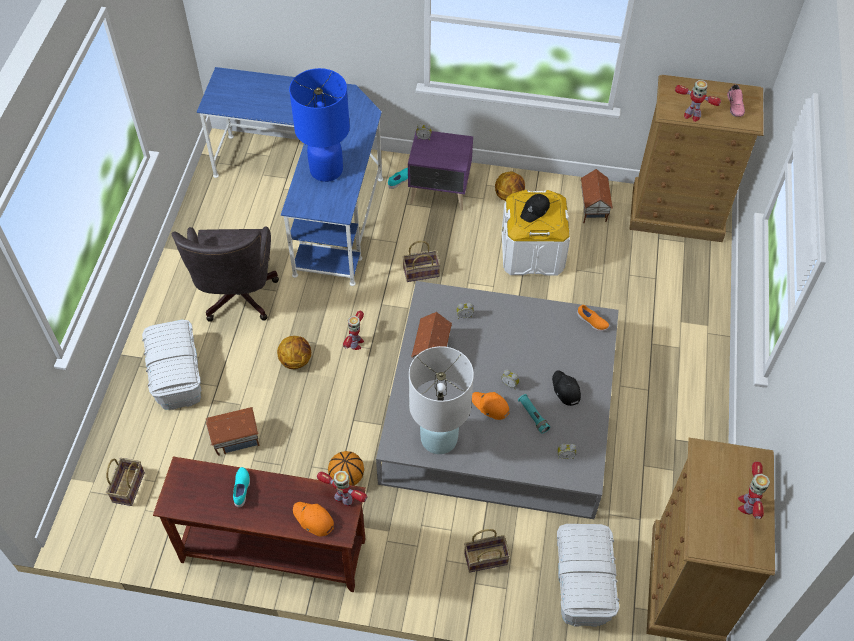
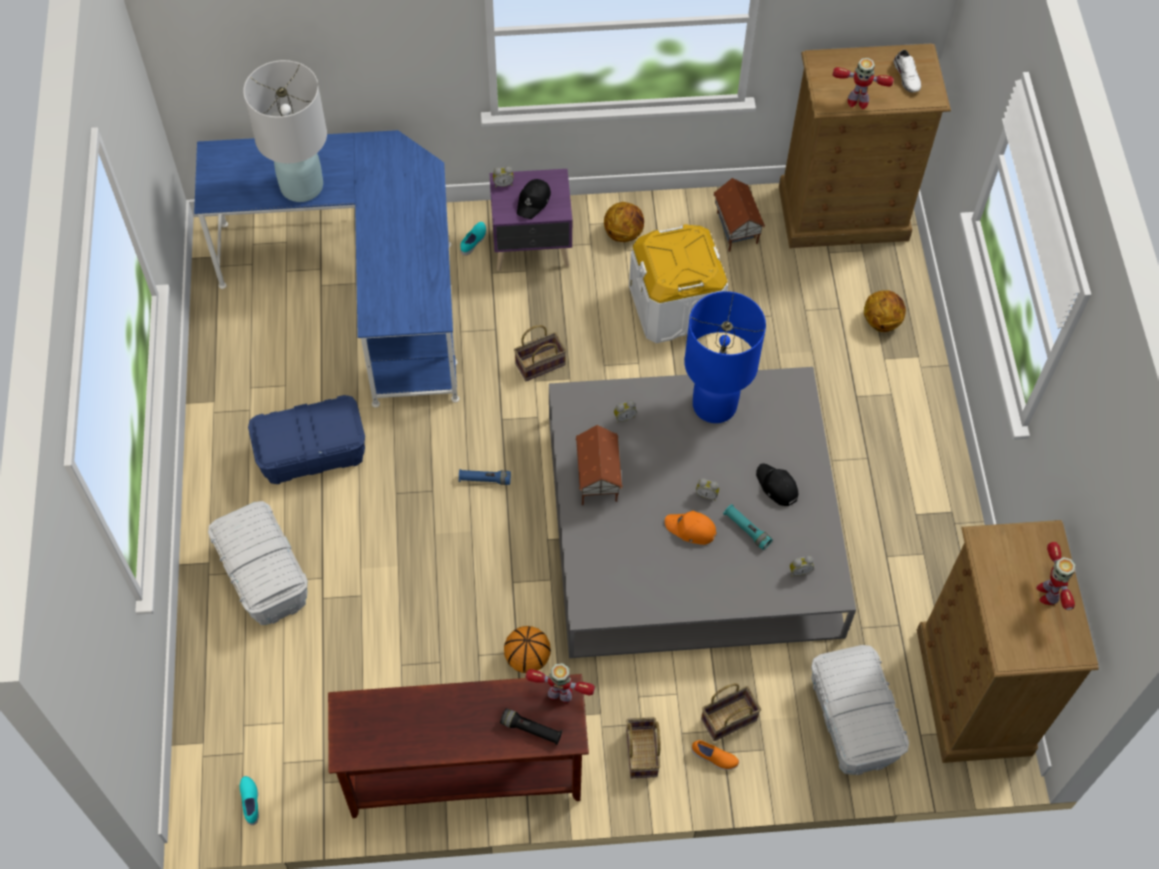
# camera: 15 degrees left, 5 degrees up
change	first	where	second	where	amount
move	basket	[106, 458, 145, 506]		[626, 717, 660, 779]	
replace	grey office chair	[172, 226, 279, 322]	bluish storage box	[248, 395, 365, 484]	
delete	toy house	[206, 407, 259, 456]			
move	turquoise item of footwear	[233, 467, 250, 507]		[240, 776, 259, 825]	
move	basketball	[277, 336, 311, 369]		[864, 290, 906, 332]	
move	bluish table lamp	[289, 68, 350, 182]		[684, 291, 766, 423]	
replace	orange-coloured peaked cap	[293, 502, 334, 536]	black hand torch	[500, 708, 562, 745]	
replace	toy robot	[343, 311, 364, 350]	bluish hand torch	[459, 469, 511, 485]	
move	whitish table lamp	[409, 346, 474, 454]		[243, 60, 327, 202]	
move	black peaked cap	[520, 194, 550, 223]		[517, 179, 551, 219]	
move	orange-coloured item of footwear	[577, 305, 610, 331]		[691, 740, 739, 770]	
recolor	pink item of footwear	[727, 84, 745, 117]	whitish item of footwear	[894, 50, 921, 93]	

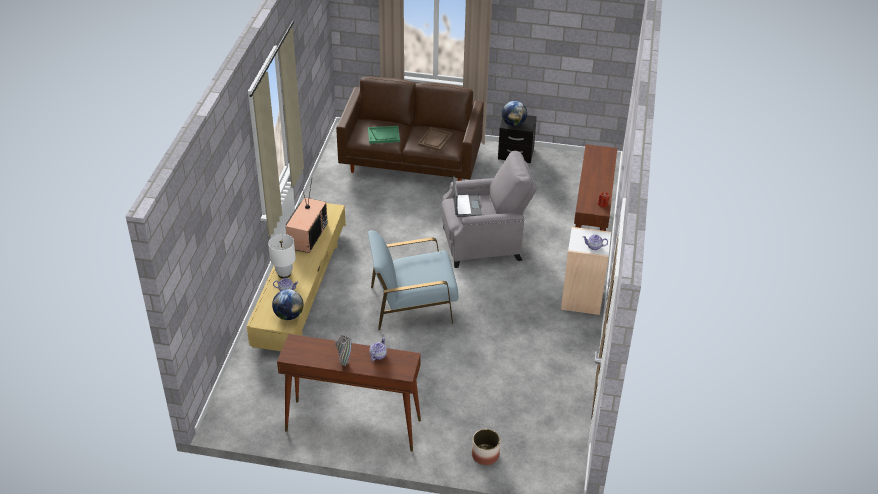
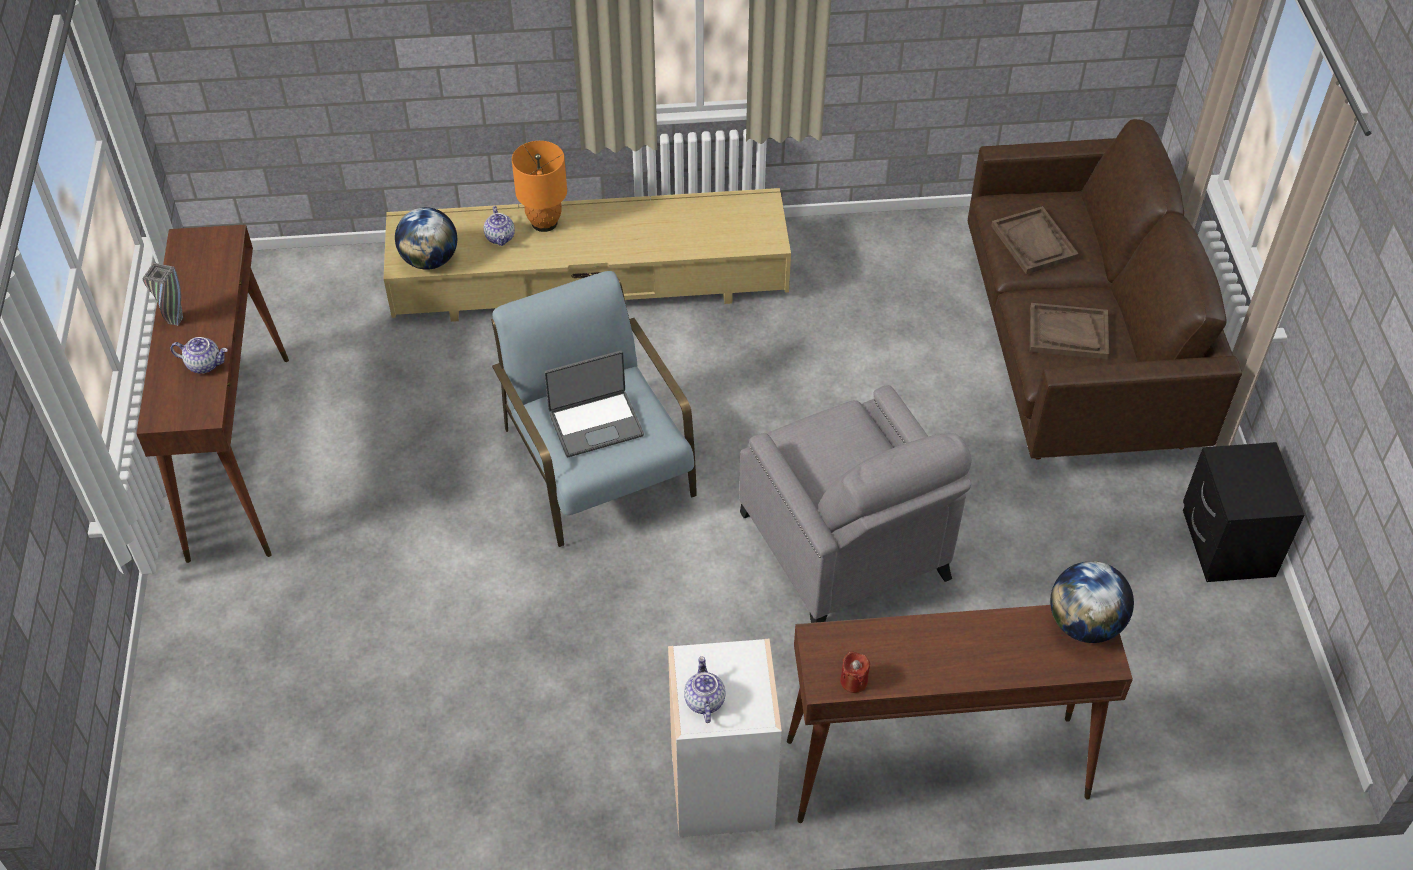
# camera: 75 degrees right, 10 degrees up
change	first	where	second	where	amount
recolor	whitish table lamp	[268, 234, 296, 278]	orange-coloured table lamp	[512, 141, 567, 232]	
delete	TV set	[286, 180, 328, 253]			
recolor	green-coloured serving tray	[368, 126, 400, 144]	brownish serving tray	[991, 206, 1079, 274]	
move	laptop	[453, 176, 482, 217]		[544, 350, 644, 457]	
delete	plant pot	[472, 429, 500, 465]			
move	desk globe	[502, 101, 527, 126]		[1050, 561, 1134, 643]	

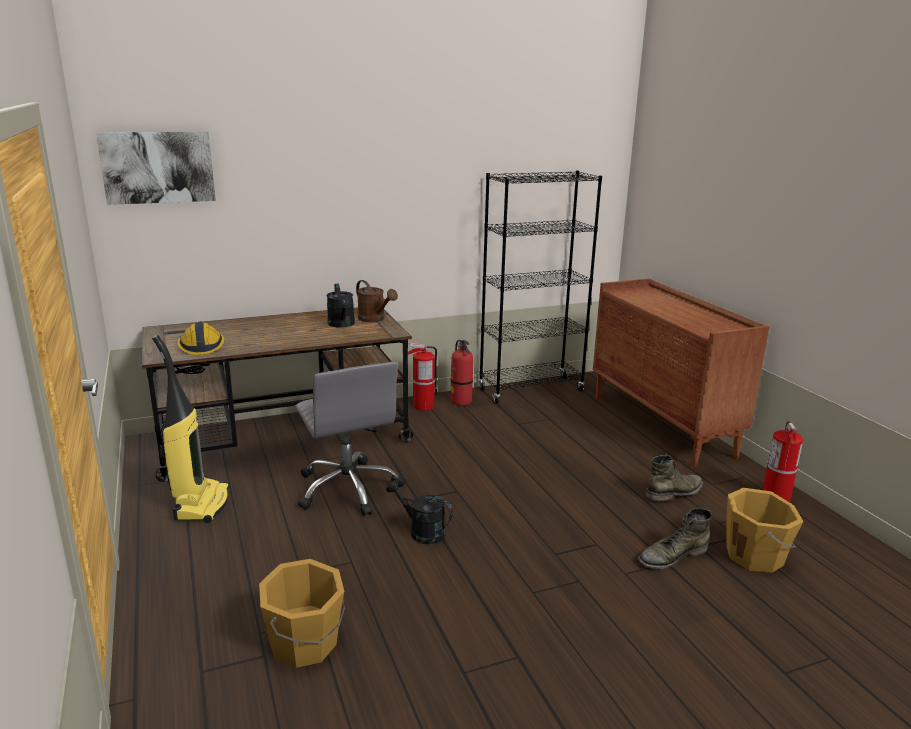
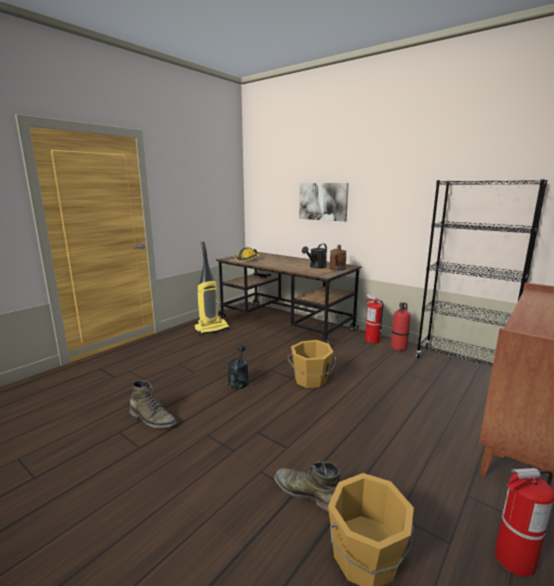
# camera: 60 degrees right, 5 degrees down
change	first	where	second	where	amount
move	wall art	[96, 132, 216, 205]		[299, 183, 349, 222]	
move	orange-coloured bucket	[259, 559, 345, 668]		[288, 340, 336, 388]	
delete	grey office chair	[296, 362, 405, 516]			
move	green-coloured tall boot	[646, 454, 703, 502]		[130, 380, 177, 428]	

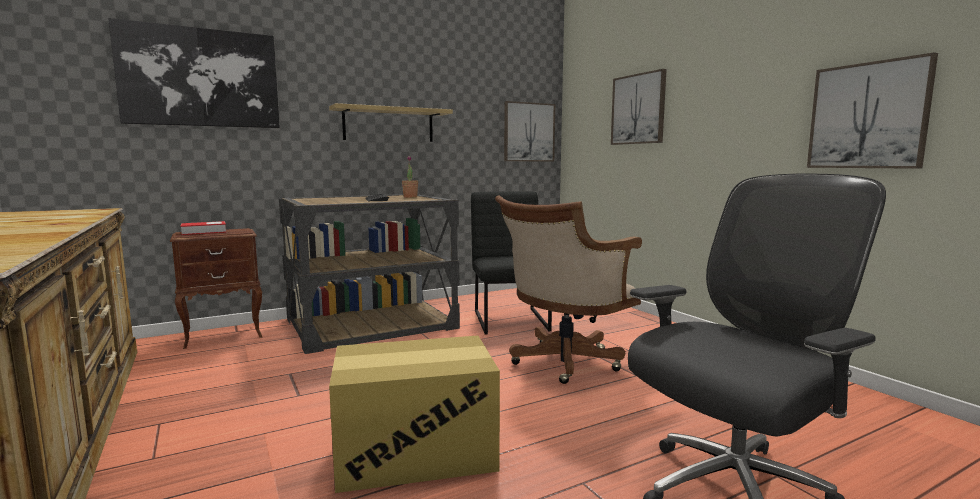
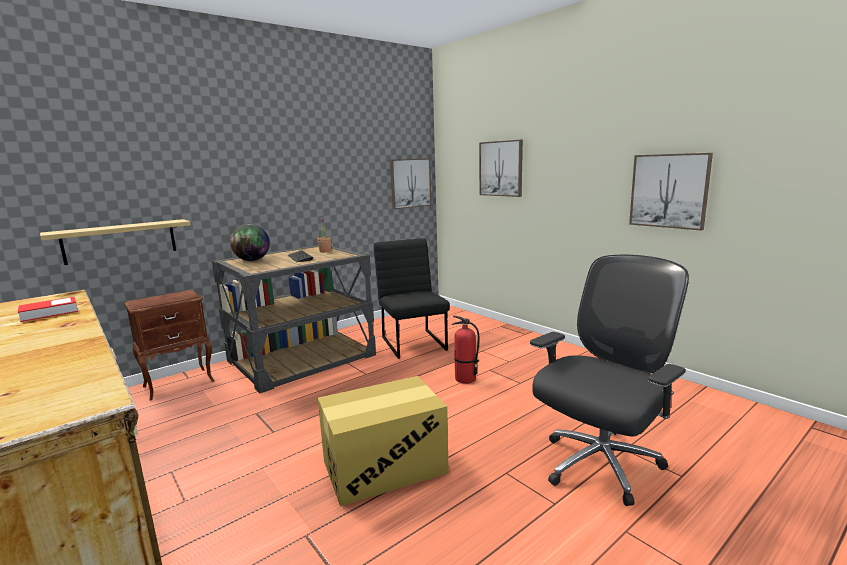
# camera: 10 degrees left, 5 degrees up
change	first	where	second	where	amount
delete	wall art	[108, 18, 280, 128]			
move	book	[181, 221, 226, 235]		[18, 296, 79, 322]	
move	bracket shelf	[329, 103, 453, 142]		[40, 219, 191, 265]	
replace	office chair	[495, 195, 642, 384]	fire extinguisher	[452, 316, 479, 384]	
insert			desk globe	[230, 224, 270, 261]	

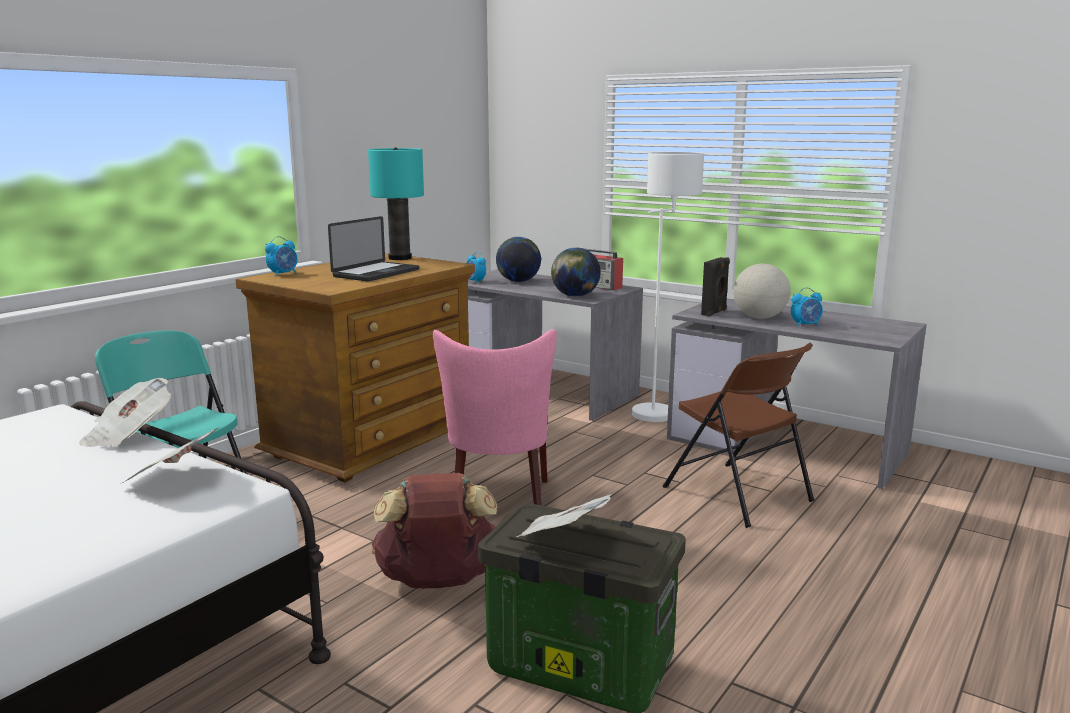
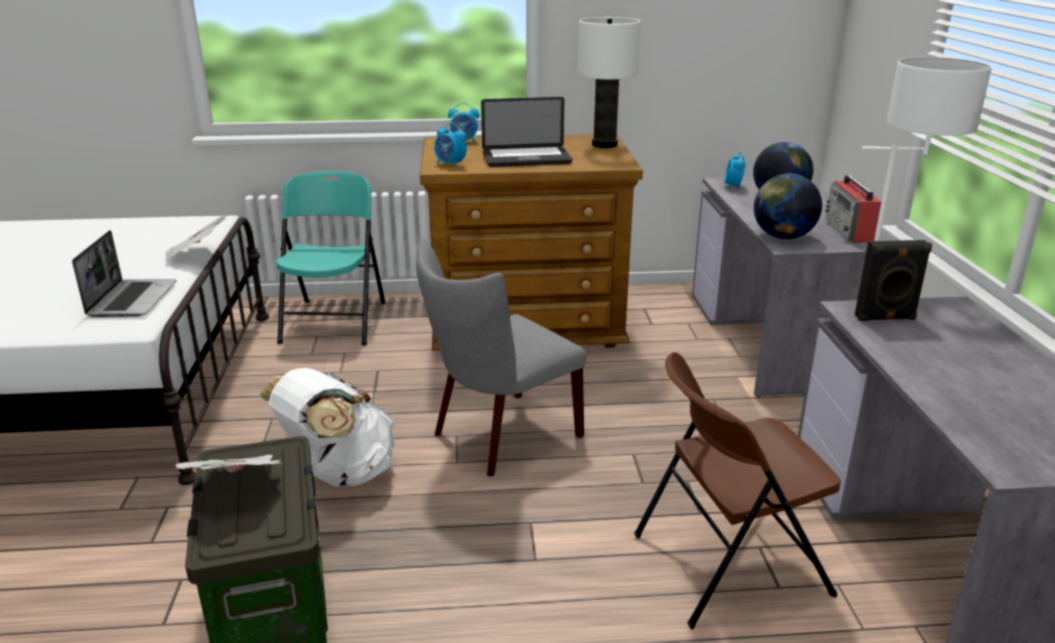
# camera: 50 degrees right, 10 degrees up
change	first	where	second	where	amount
replace	newspaper	[126, 427, 220, 481]	laptop	[72, 230, 176, 317]	
recolor	turquoise table lamp	[368, 147, 424, 260]	whitish table lamp	[578, 17, 641, 148]	
recolor	brownish knapsack	[372, 473, 497, 588]	whitish knapsack	[260, 368, 395, 487]	
recolor	pink chair	[433, 329, 557, 506]	grey chair	[416, 236, 587, 476]	
rotate	brownish chair	[663, 342, 814, 528]		[634, 352, 841, 630]	60 degrees clockwise
delete	desk globe	[733, 263, 791, 319]			
move	bedside clock	[791, 287, 823, 327]		[434, 123, 467, 168]	

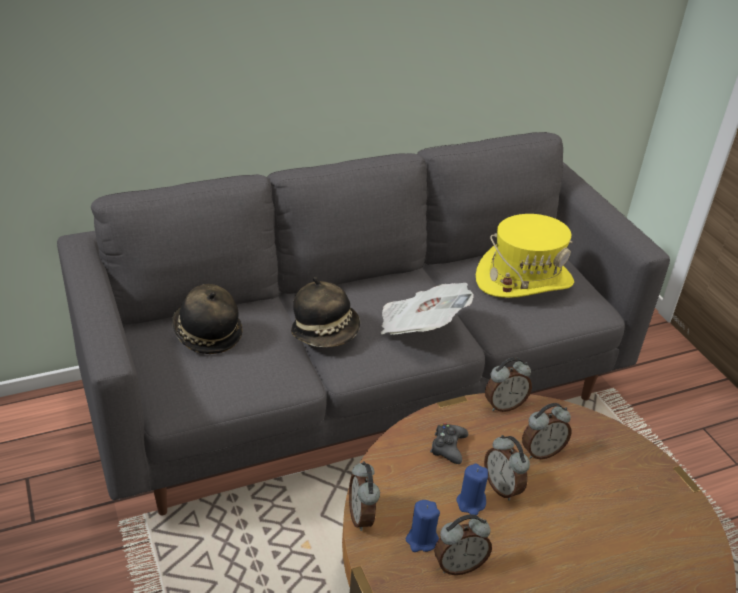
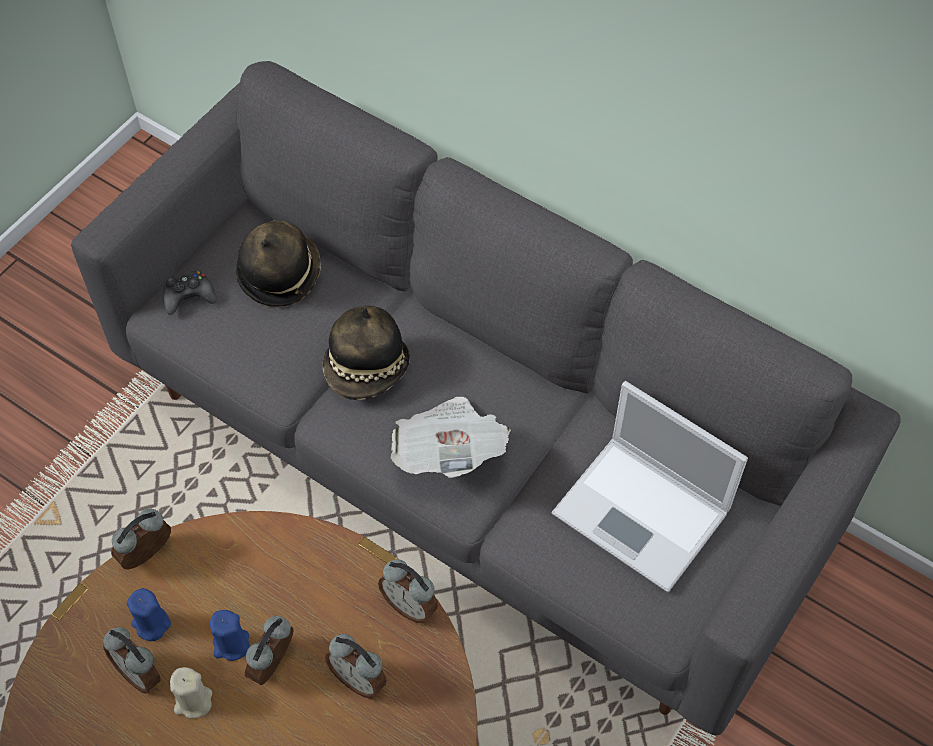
# camera: 60 degrees right, 20 degrees up
change	first	where	second	where	amount
move	black gamepad	[430, 423, 468, 464]		[163, 271, 217, 315]	
replace	yellowish hat	[476, 214, 574, 298]	laptop	[552, 381, 748, 592]	
insert			sand-coloured wax light	[170, 667, 212, 719]	

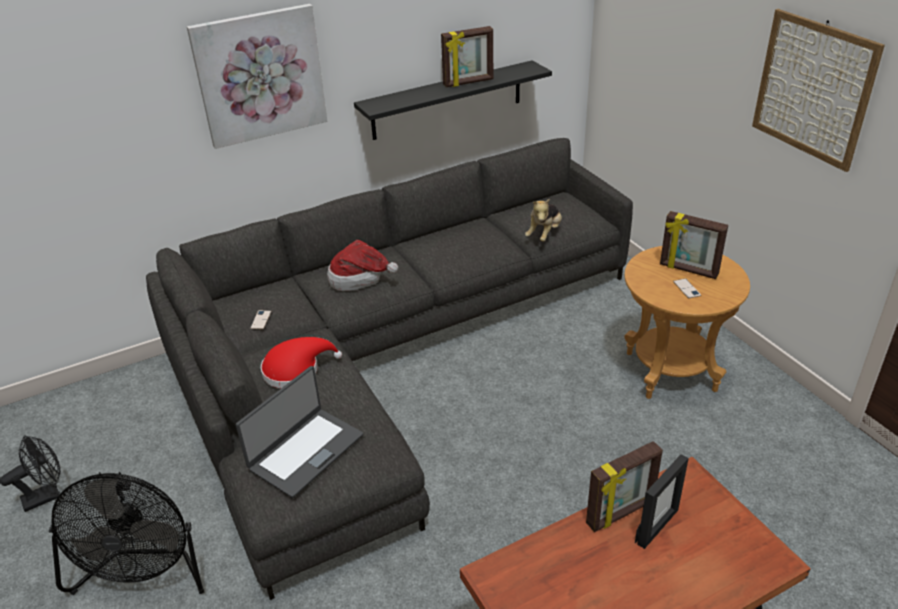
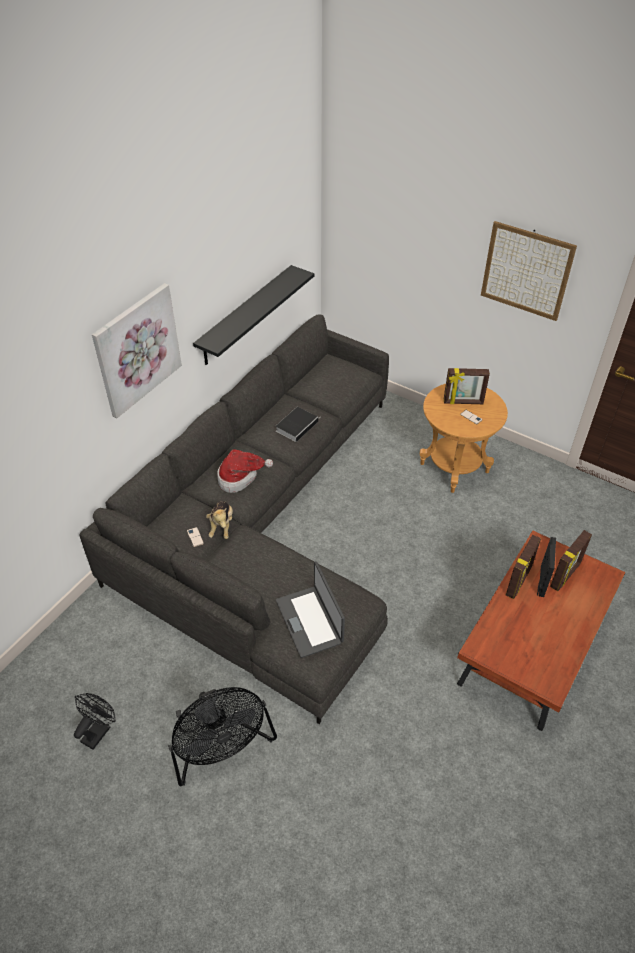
# camera: 30 degrees left, 10 degrees up
change	first	where	second	where	amount
rotate	laptop	[236, 366, 363, 498]		[276, 561, 345, 658]	150 degrees clockwise
delete	red-coloured hat	[261, 337, 342, 388]			
move	standing frame	[441, 26, 493, 87]		[550, 530, 592, 591]	
move	plush toy	[525, 198, 562, 242]		[206, 501, 233, 539]	
insert			book	[275, 407, 321, 442]	

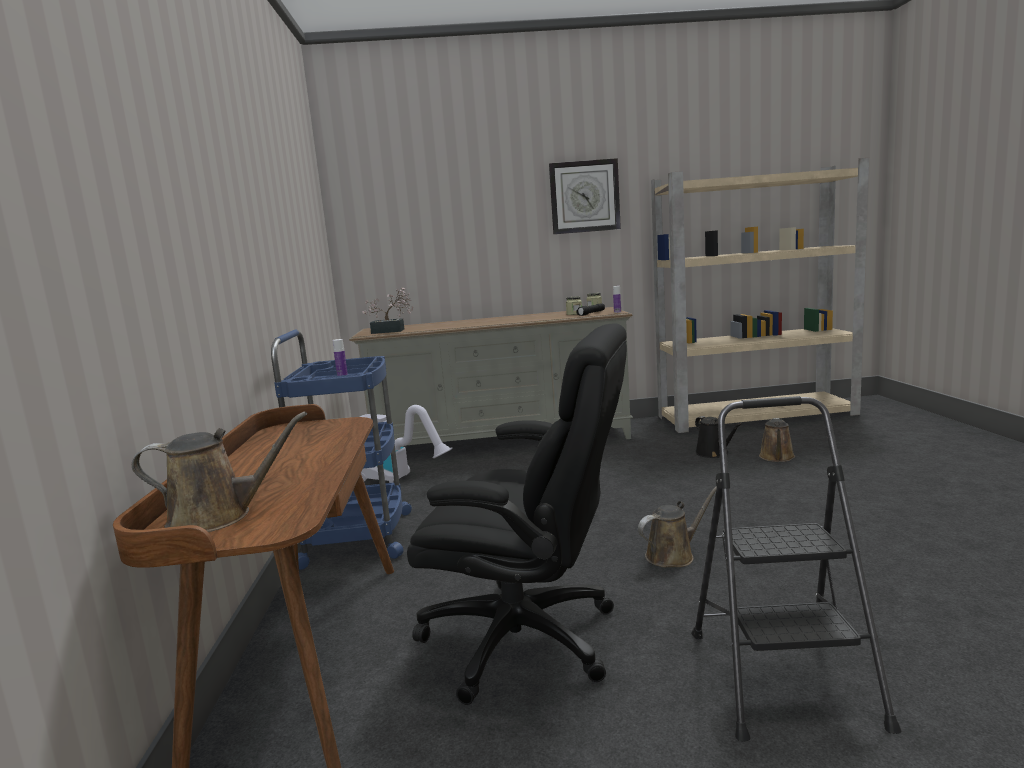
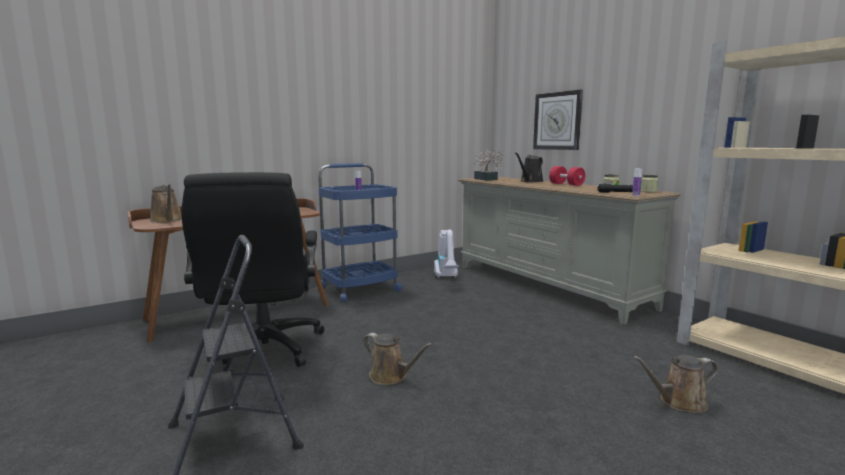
# camera: 60 degrees right, 0 degrees up
change	first	where	second	where	amount
move	clock on the wall	[549, 158, 621, 234]		[533, 90, 583, 150]	
move	black watering pot	[695, 416, 741, 458]		[515, 153, 543, 182]	
insert			red-coloured free weight	[549, 166, 586, 186]	

